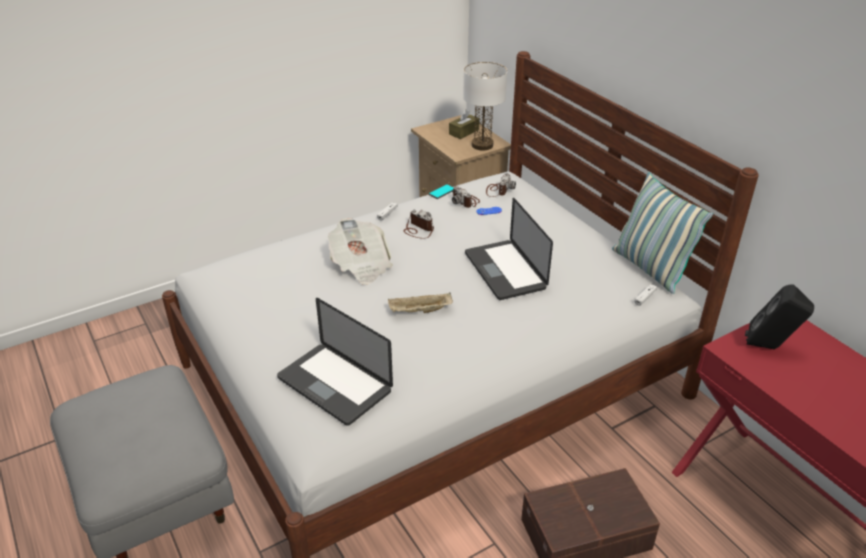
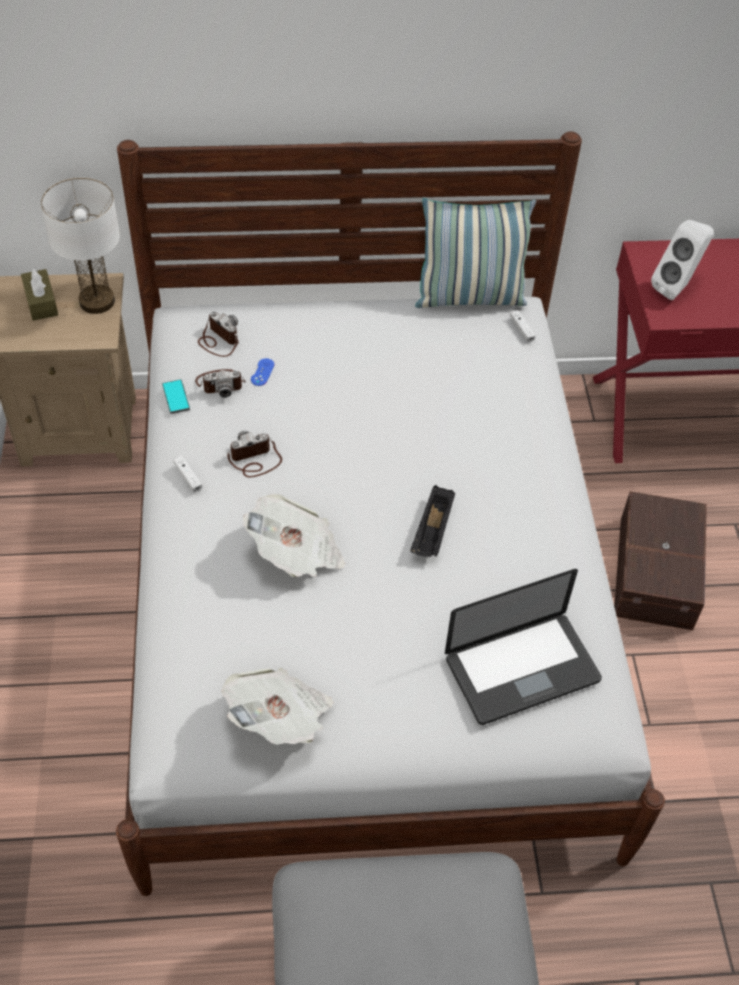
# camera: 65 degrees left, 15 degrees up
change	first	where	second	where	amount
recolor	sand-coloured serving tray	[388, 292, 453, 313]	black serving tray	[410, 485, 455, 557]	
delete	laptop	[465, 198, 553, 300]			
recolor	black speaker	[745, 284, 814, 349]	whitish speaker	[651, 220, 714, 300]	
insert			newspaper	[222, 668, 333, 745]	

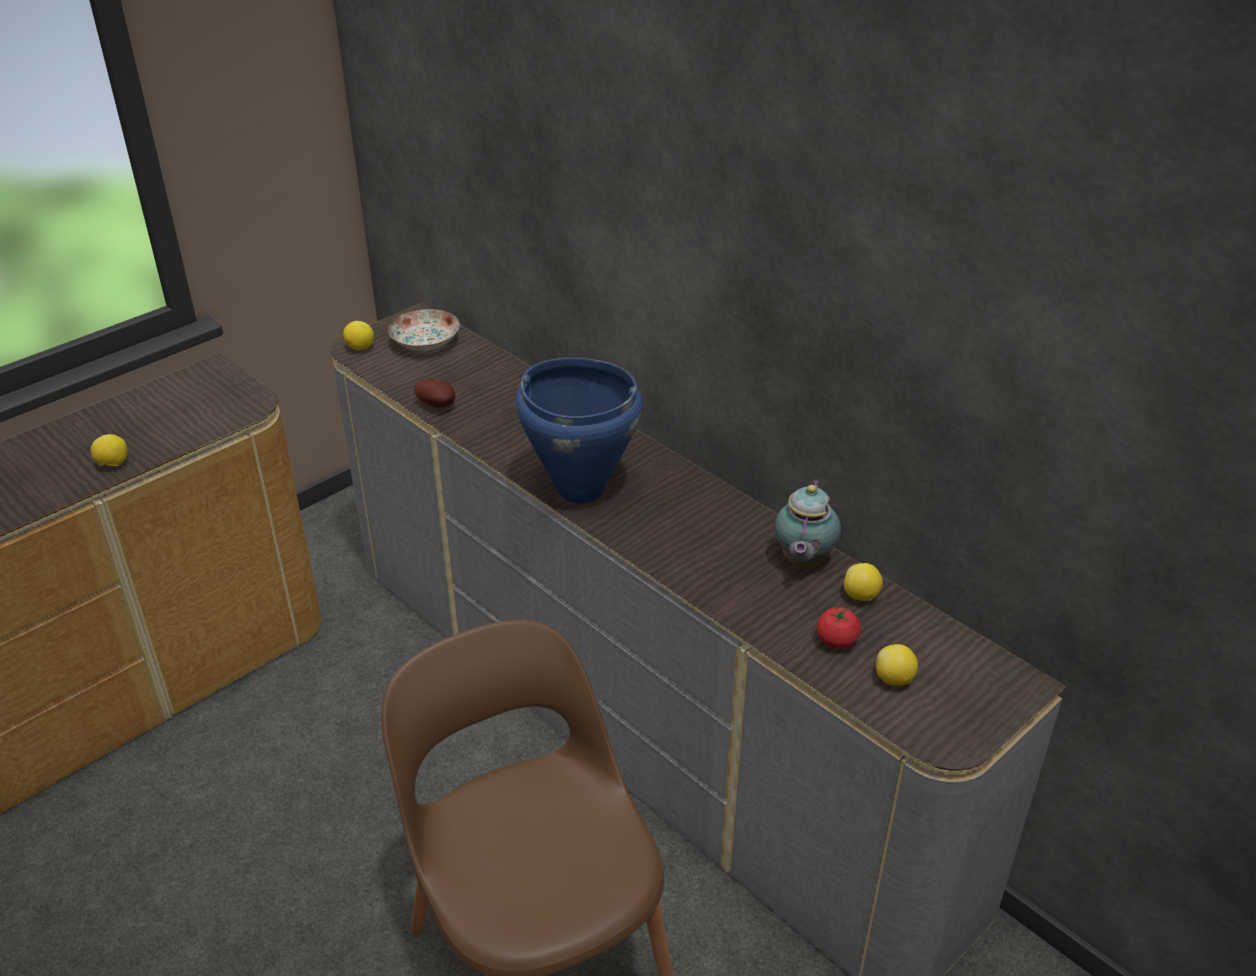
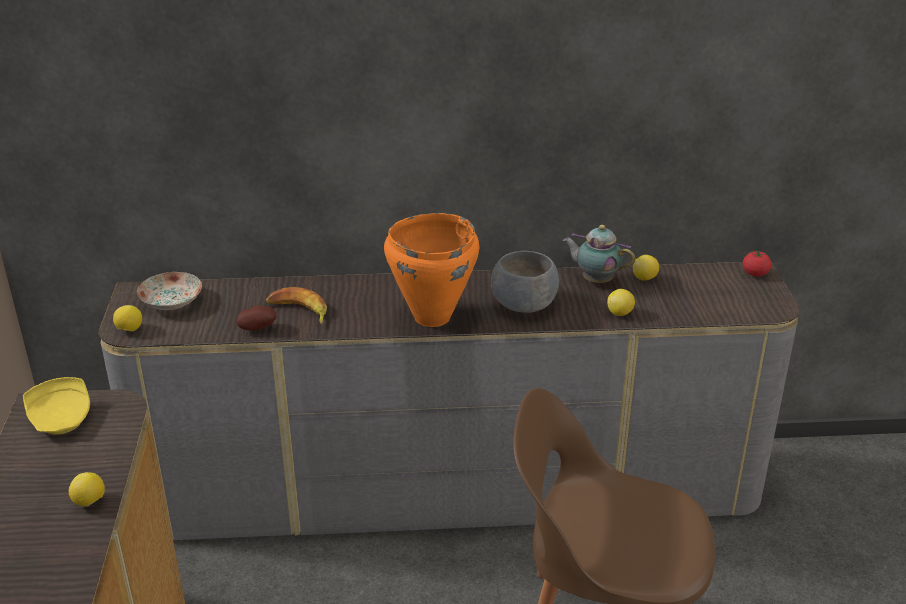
# camera: 50 degrees left, 5 degrees down
change	first	where	second	where	amount
recolor	bluish saucepot	[516, 358, 643, 504]	orange-coloured saucepot	[384, 213, 479, 327]	
rotate	pot for tea	[774, 480, 841, 565]		[563, 225, 636, 283]	150 degrees clockwise
move	fresh tomato	[817, 606, 861, 649]		[743, 250, 771, 277]	
move	lemon	[876, 644, 918, 685]		[607, 289, 635, 316]	
insert			yellowish plate	[23, 377, 90, 434]	
insert			whole banana	[266, 287, 327, 325]	
insert			grey bowl	[491, 251, 559, 313]	

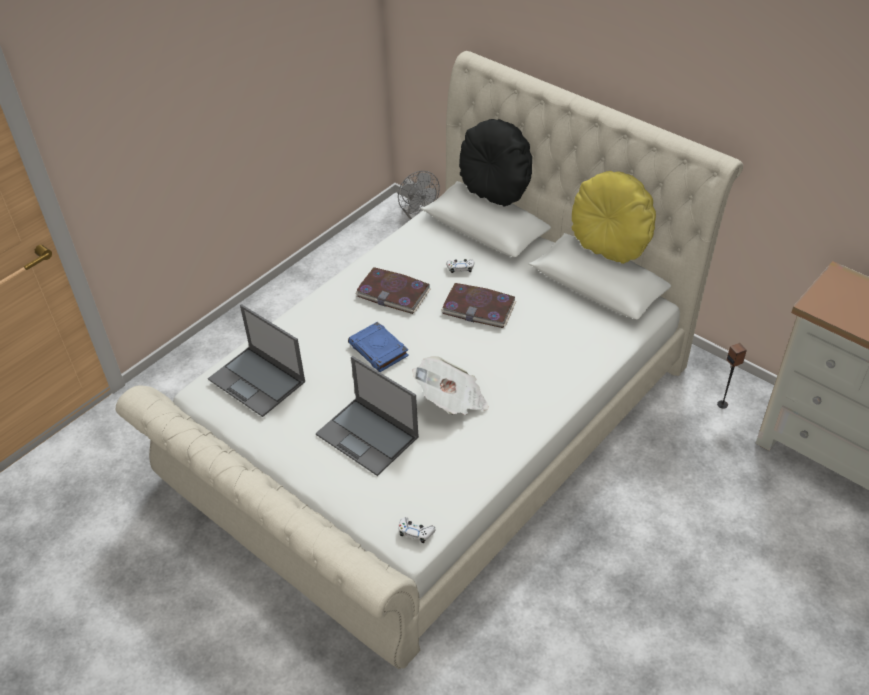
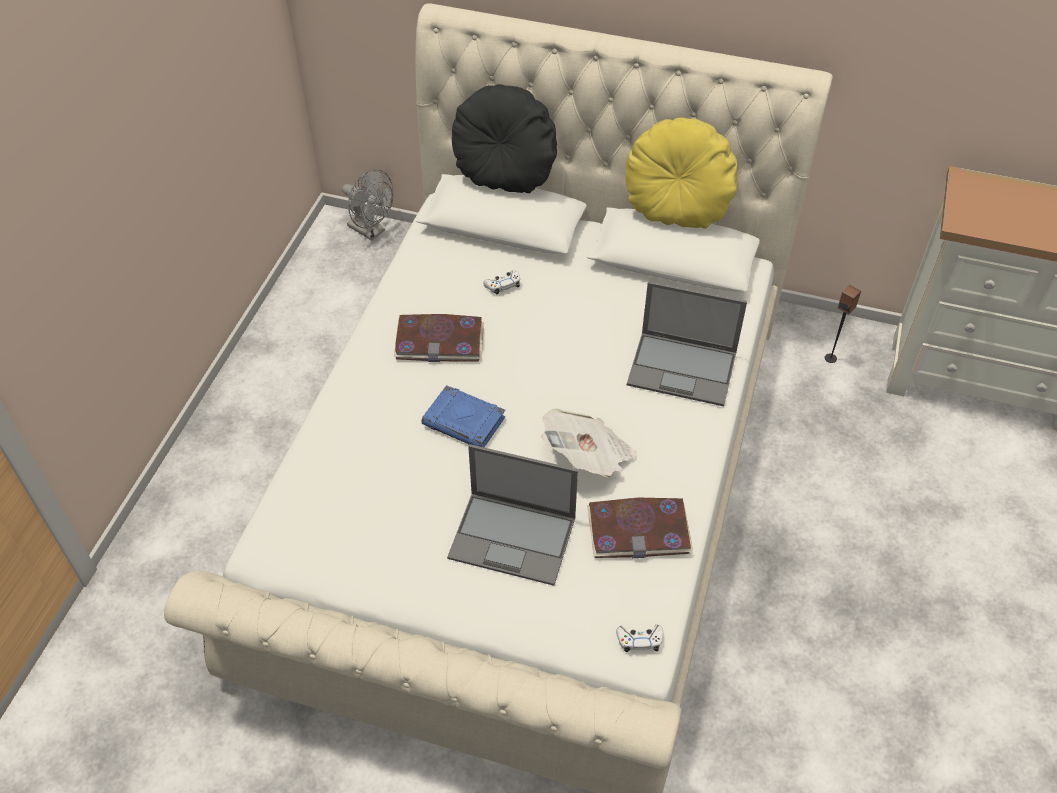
# camera: 25 degrees left, 5 degrees up
change	first	where	second	where	amount
move	laptop	[208, 304, 305, 417]		[627, 281, 747, 406]	
move	book	[441, 283, 516, 328]		[587, 498, 693, 558]	

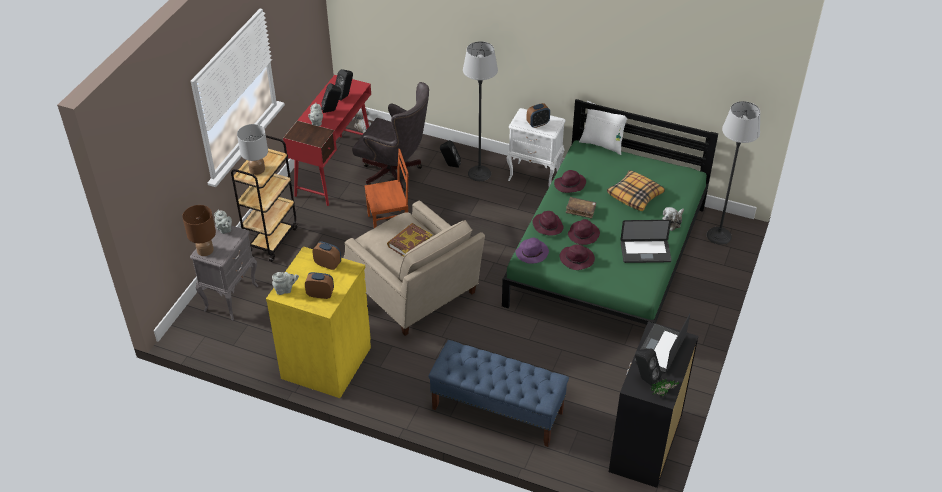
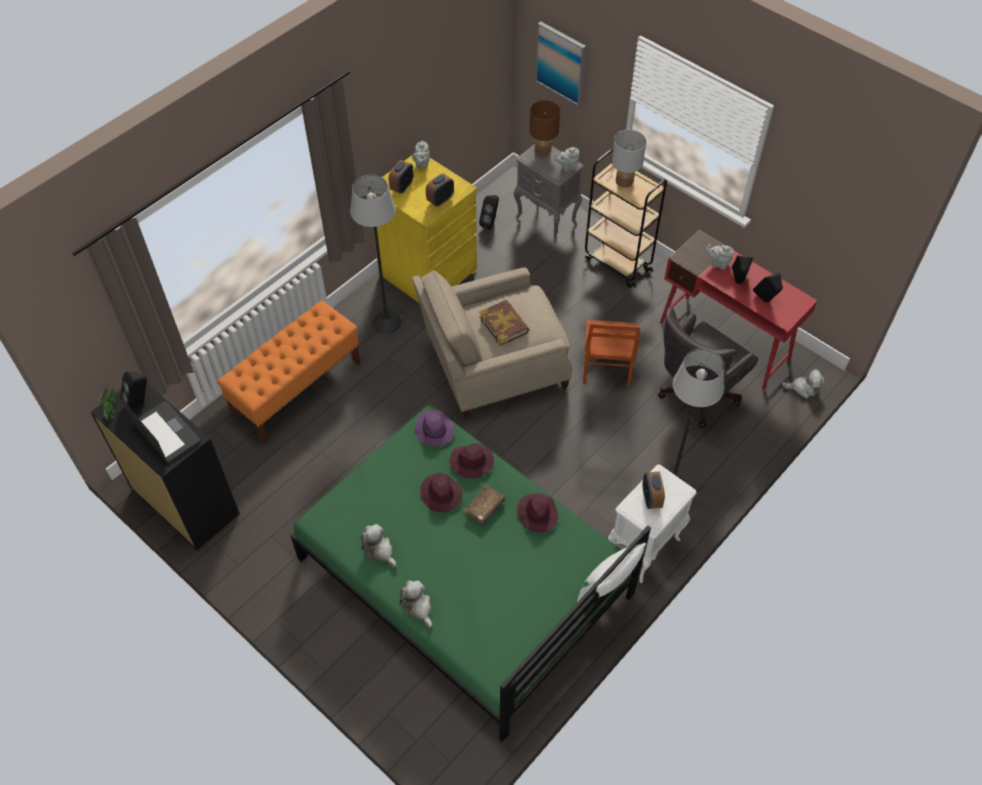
# camera: 110 degrees right, 10 degrees up
change	first	where	second	where	amount
recolor	bluish indoor bench	[428, 340, 569, 447]	orange-coloured indoor bench	[217, 300, 360, 443]	
move	black speaker	[440, 140, 461, 168]		[479, 195, 499, 230]	
delete	purple hat	[560, 244, 595, 270]			
delete	pillow	[607, 170, 665, 211]			
replace	laptop	[620, 220, 672, 263]	plush toy	[360, 524, 396, 567]	
move	standing lamp	[707, 101, 760, 245]		[350, 175, 401, 334]	
insert			wall art	[535, 22, 586, 106]	

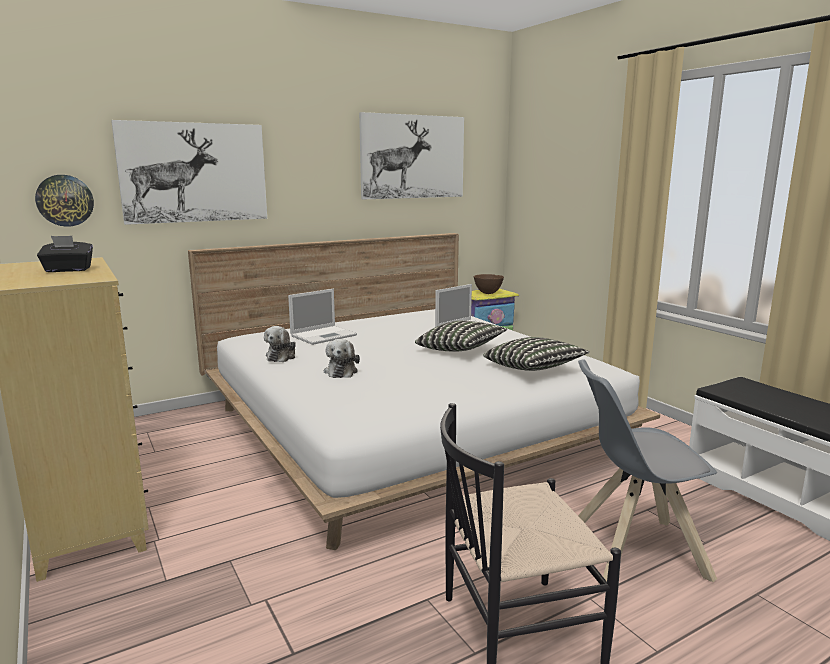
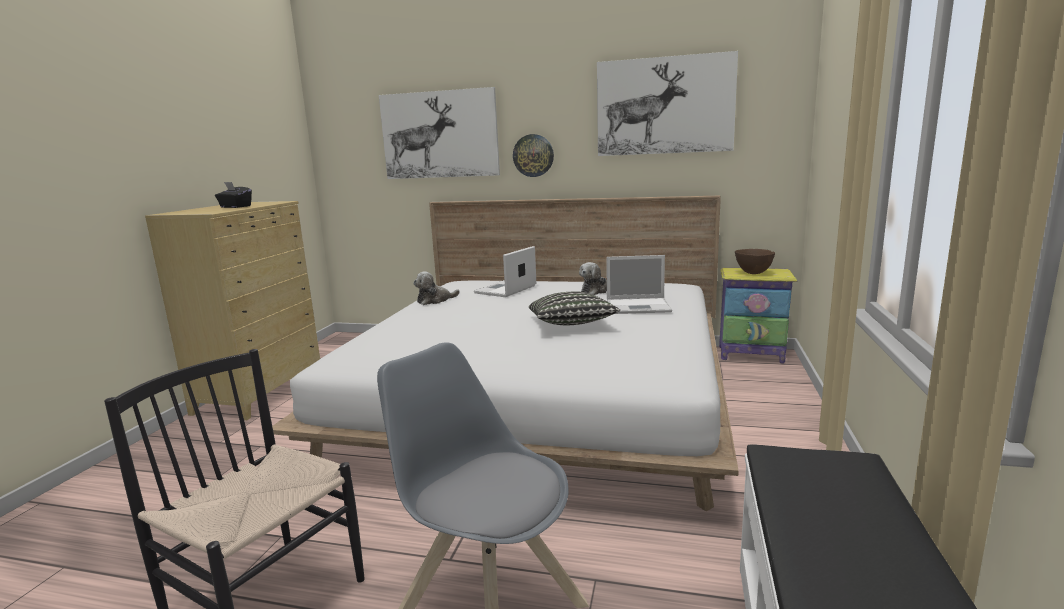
# camera: 45 degrees right, 0 degrees up
change	first	where	second	where	amount
move	clock on the wall	[35, 175, 94, 227]		[513, 134, 554, 177]	
rotate	laptop	[288, 289, 357, 345]		[474, 246, 536, 297]	120 degrees clockwise
move	plush toy	[324, 339, 360, 378]		[579, 262, 607, 295]	
delete	pillow	[483, 337, 589, 371]			

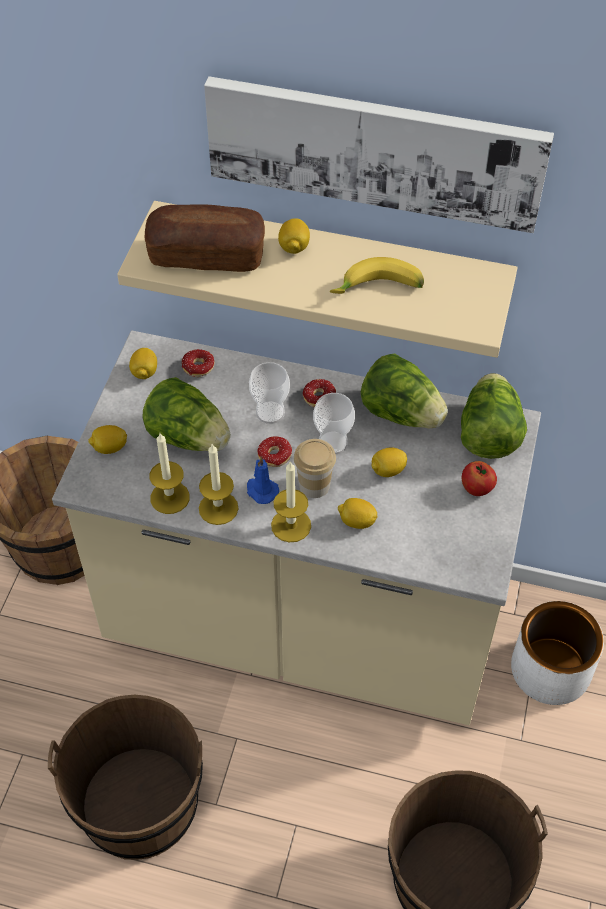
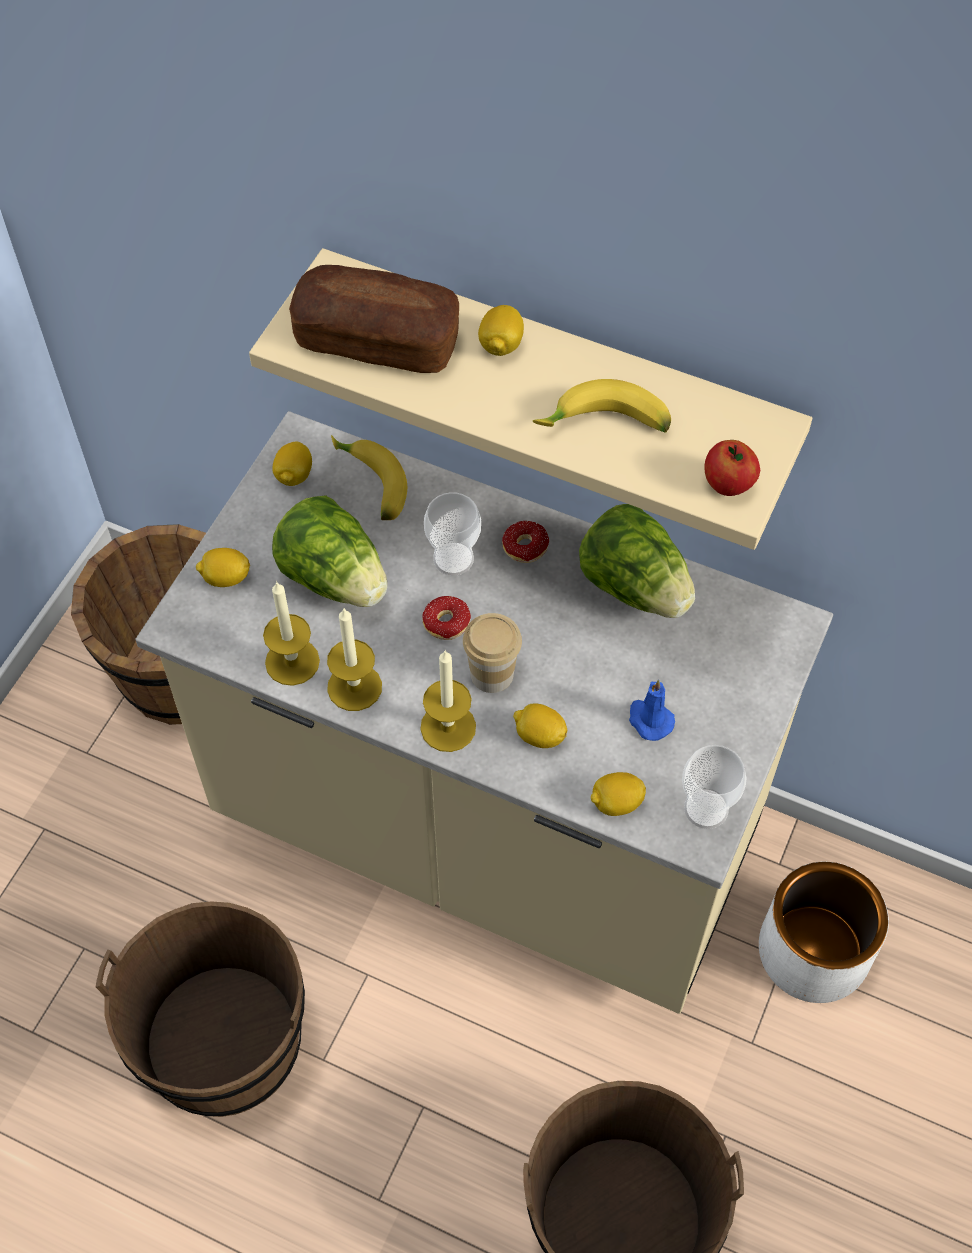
# camera: 10 degrees right, 5 degrees up
change	first	where	second	where	amount
replace	ring doughnut	[182, 349, 215, 377]	whole banana	[331, 435, 407, 520]	
delete	wall art	[204, 76, 554, 233]			
move	bluish wax light	[247, 457, 279, 504]		[629, 679, 675, 741]	
move	drinking cup	[313, 393, 355, 454]		[682, 745, 747, 829]	
move	lemon	[372, 447, 407, 477]		[591, 772, 646, 816]	
delete	lettuce	[461, 373, 527, 459]			
move	apple fruit	[462, 461, 497, 496]		[704, 440, 760, 496]	

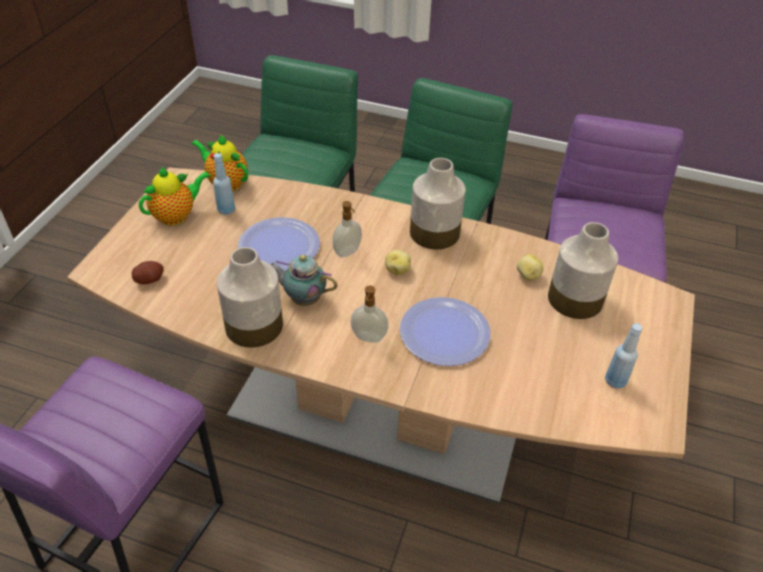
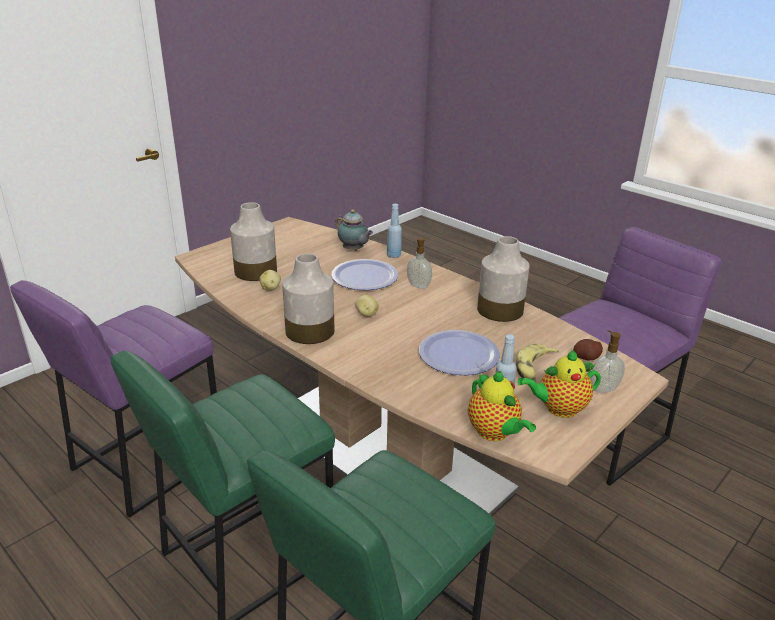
# camera: 155 degrees left, 15 degrees down
change	first	where	second	where	amount
move	pot for tea	[270, 255, 337, 306]		[335, 209, 373, 251]	
move	soap bottle	[332, 201, 362, 257]		[590, 330, 625, 393]	
move	bluish beverage bottle	[605, 323, 642, 389]		[387, 204, 402, 258]	
insert			whole banana	[516, 344, 559, 381]	

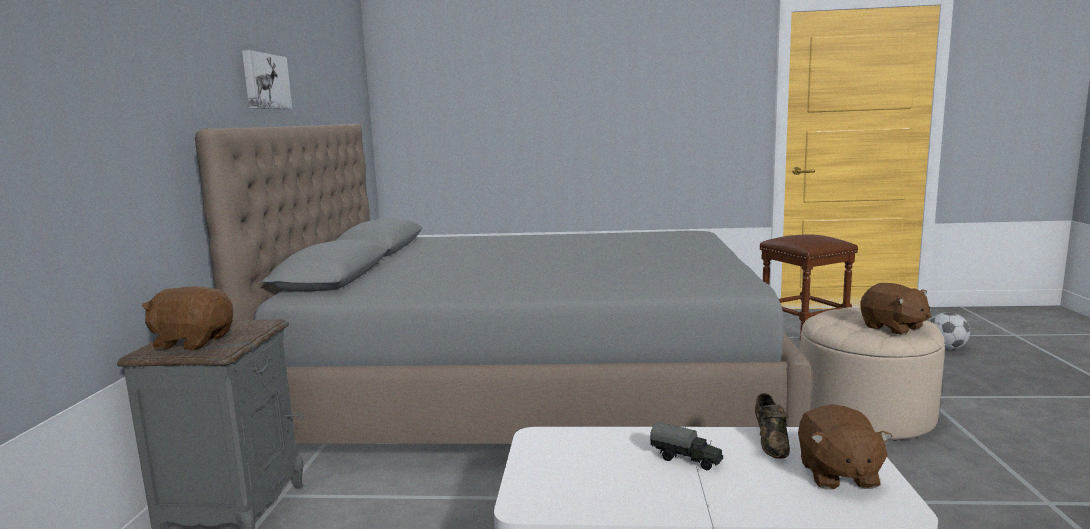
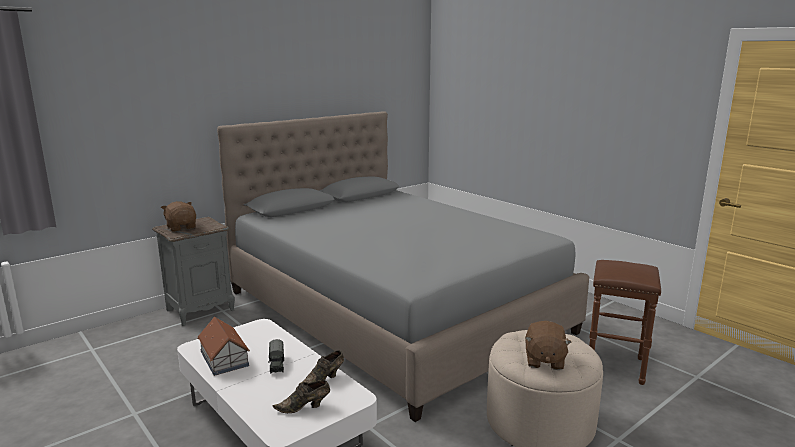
# camera: 45 degrees right, 5 degrees up
change	first	where	second	where	amount
delete	wall art	[242, 50, 292, 109]			
replace	brownish plush toy	[798, 404, 893, 489]	brownish item of footwear	[272, 380, 330, 413]	
delete	football ball	[930, 312, 970, 350]			
insert			toy house	[197, 317, 250, 376]	

